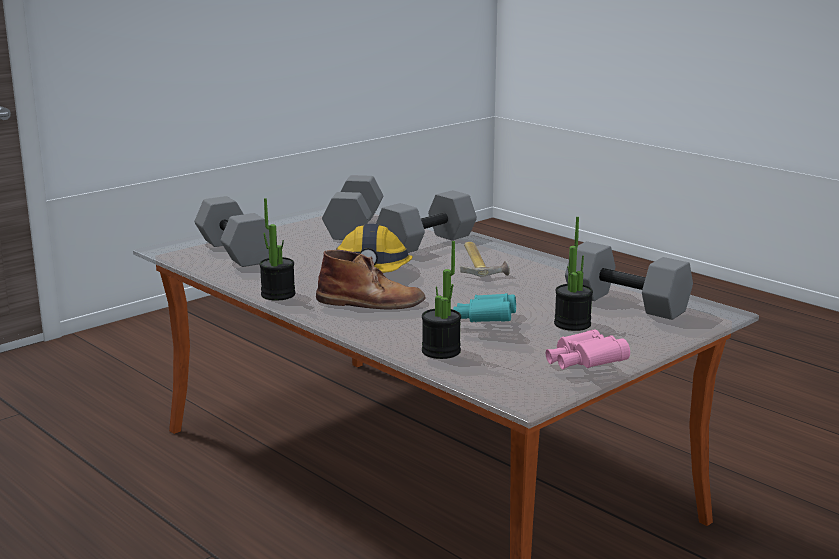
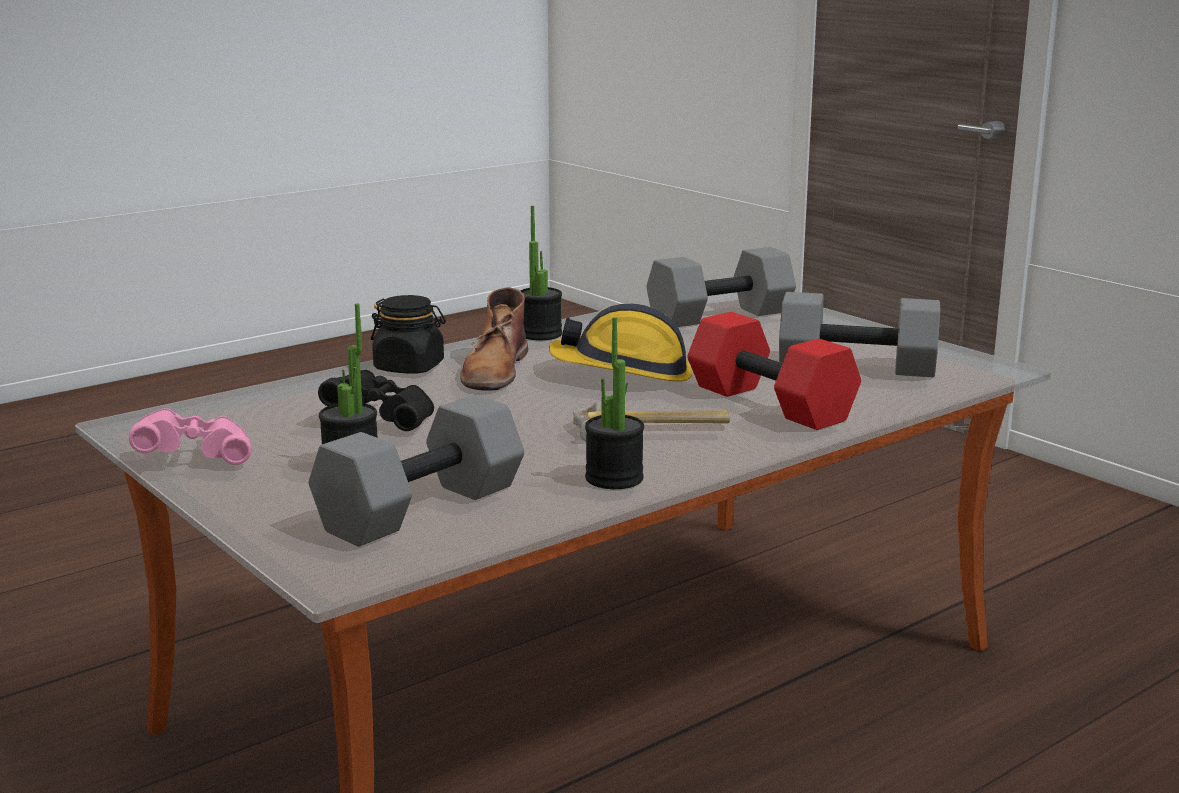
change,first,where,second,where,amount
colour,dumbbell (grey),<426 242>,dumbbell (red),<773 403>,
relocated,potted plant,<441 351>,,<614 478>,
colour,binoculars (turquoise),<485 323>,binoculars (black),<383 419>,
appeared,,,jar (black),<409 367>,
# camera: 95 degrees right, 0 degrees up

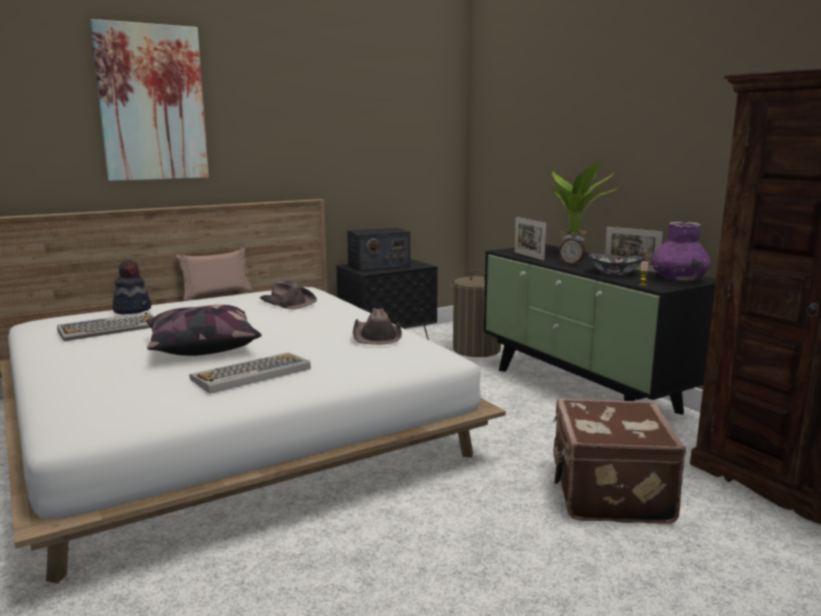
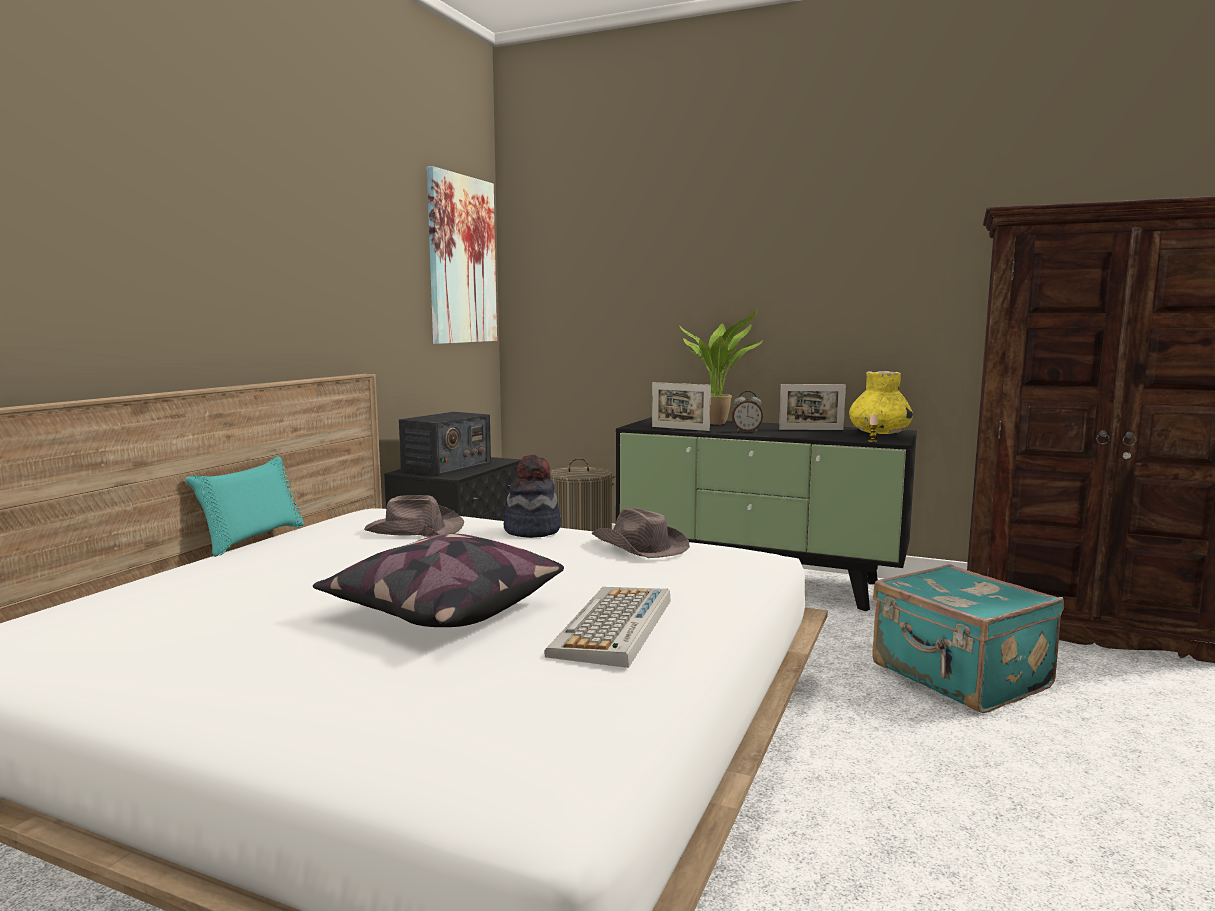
change,first,where,second,where,amount
relocated,picture,<152 103>,,<462 260>,
colour,vase (purple),<678 279>,vase (yellow),<879 433>,
colour,pillow (beige),<216 295>,pillow (turquoise),<252 539>,
missing,bowl,<614 273>,,,
relocated,hat,<133 310>,,<532 530>,
missing,keyboard,<110 328>,,,
colour,suitcase (brown),<608 493>,suitcase (turquoise),<959 677>,
# camera: 35 degrees left, 5 degrees down

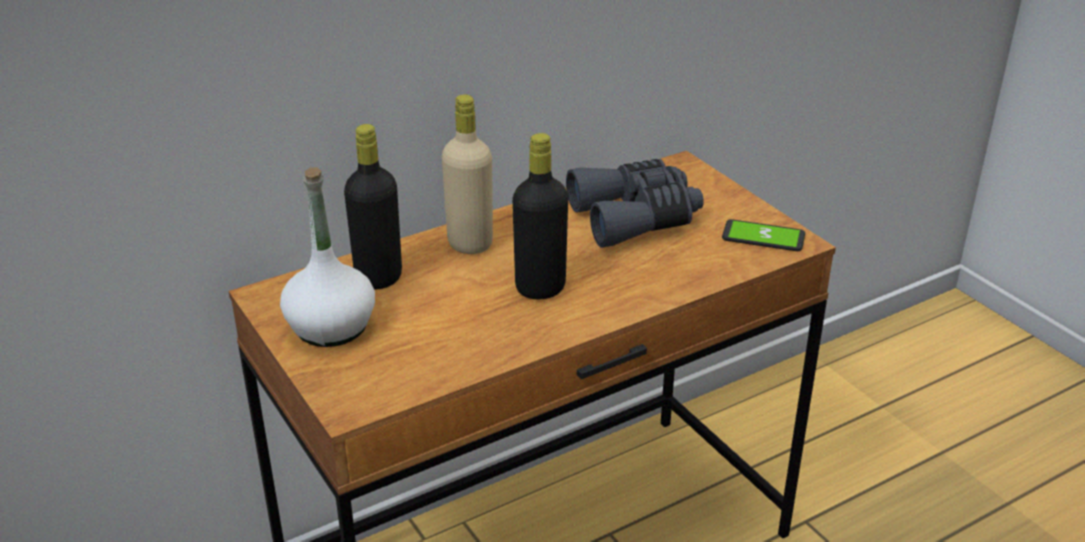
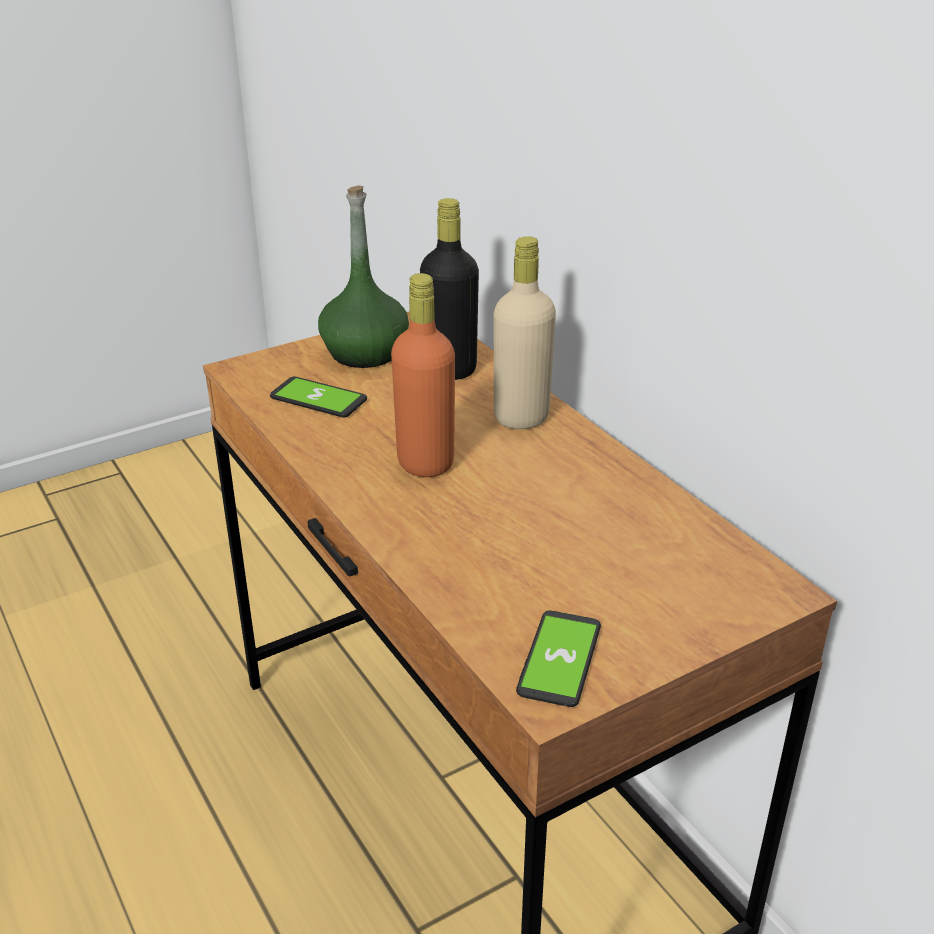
change,first,where,second,where,amount
colour,bottle (black),<540 288>,bottle (orange),<425 463>,
missing,binoculars (grey),<636 217>,,,
colour,bottle (white),<331 327>,bottle (green),<364 353>,
appeared,,,phone,<318 399>,
# camera: 90 degrees right, 0 degrees up

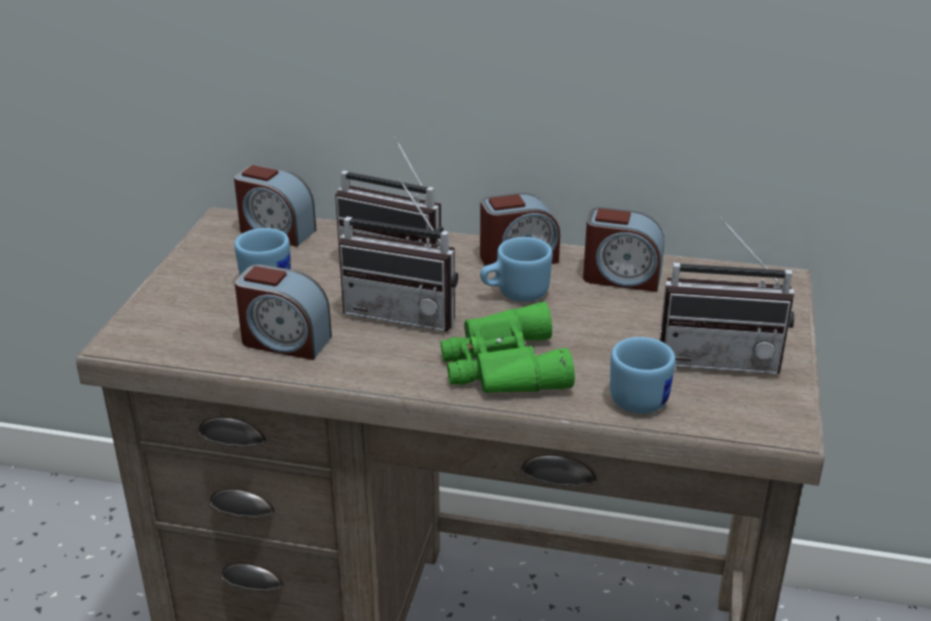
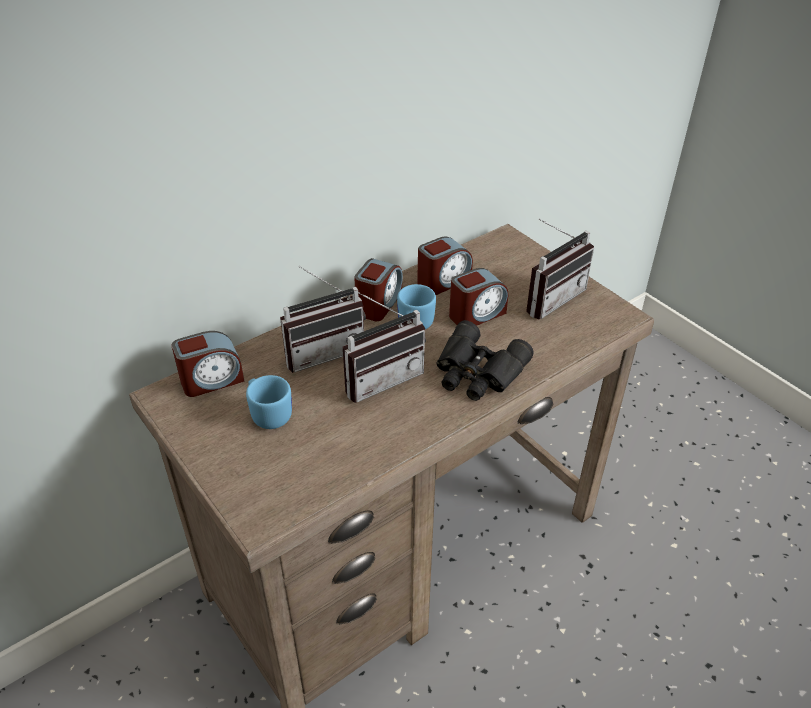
change,first,where,second,where,amount
relocated,alarm clock,<285 341>,,<476 314>,
colour,binoculars (green),<501 366>,binoculars (black),<477 372>,
missing,mug (blue),<640 395>,,,
# camera: 50 degrees left, 10 degrees up

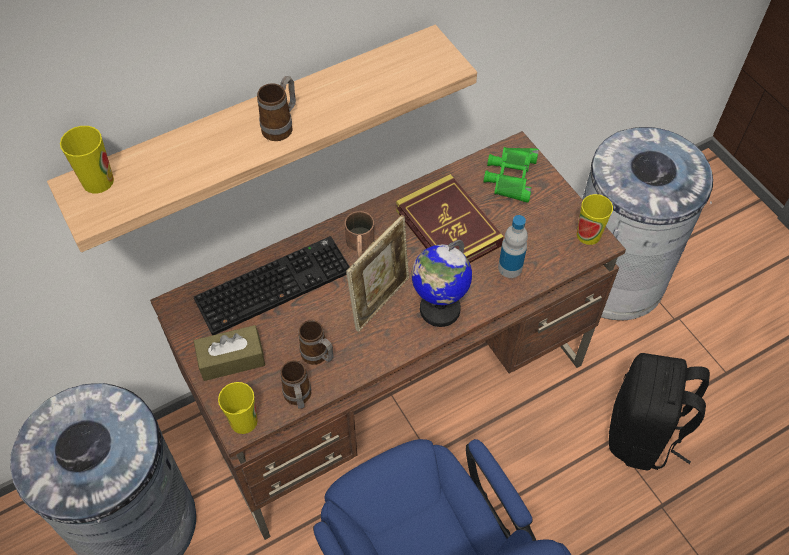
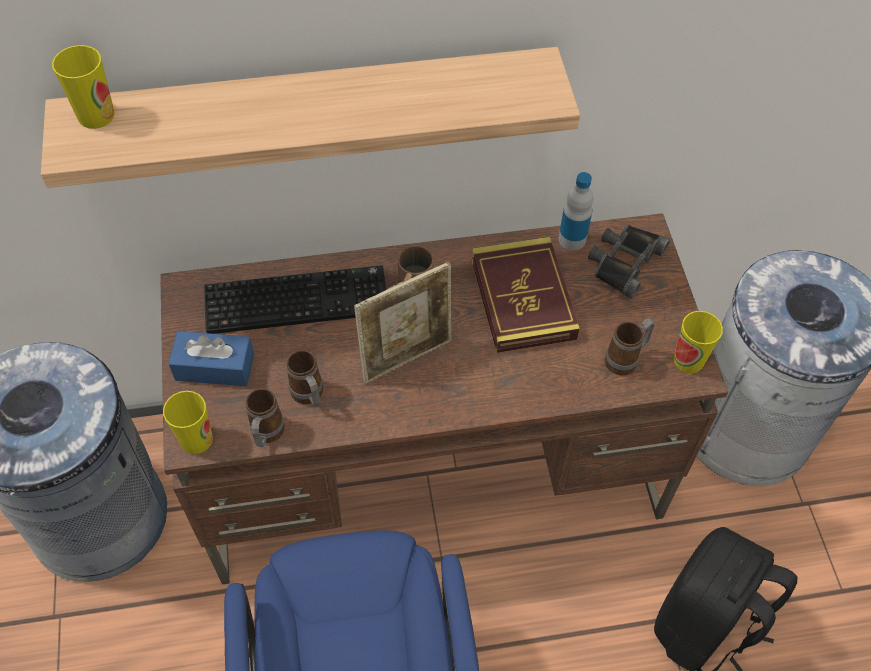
change,first,where,second,where,amount
relocated,mug,<281 126>,,<626 359>,
colour,binoculars (green),<510 176>,binoculars (black),<624 261>,
relocated,bottle,<510 267>,,<572 239>,
missing,globe,<439 309>,,,
colour,tissue box (brown),<231 359>,tissue box (blue),<215 367>,
# camera: 20 degrees right, 0 degrees up

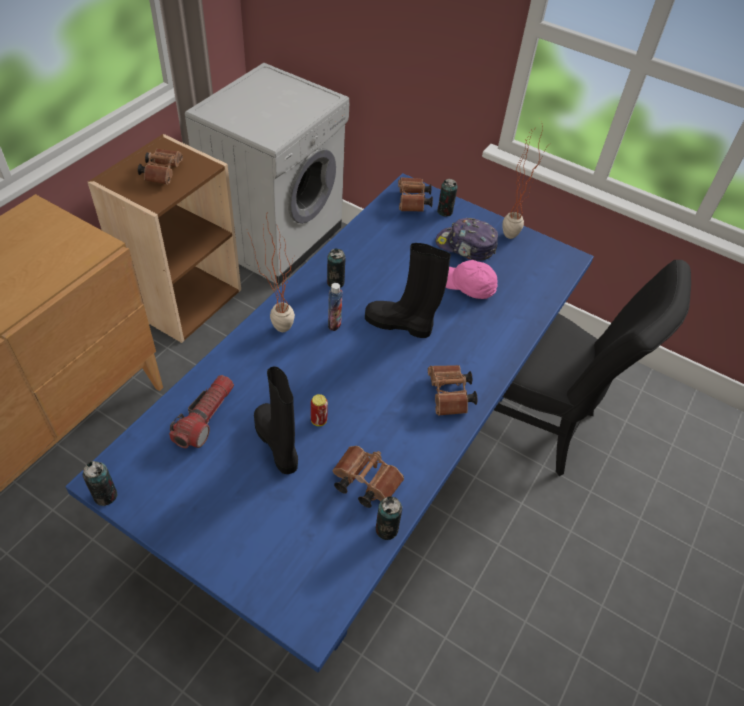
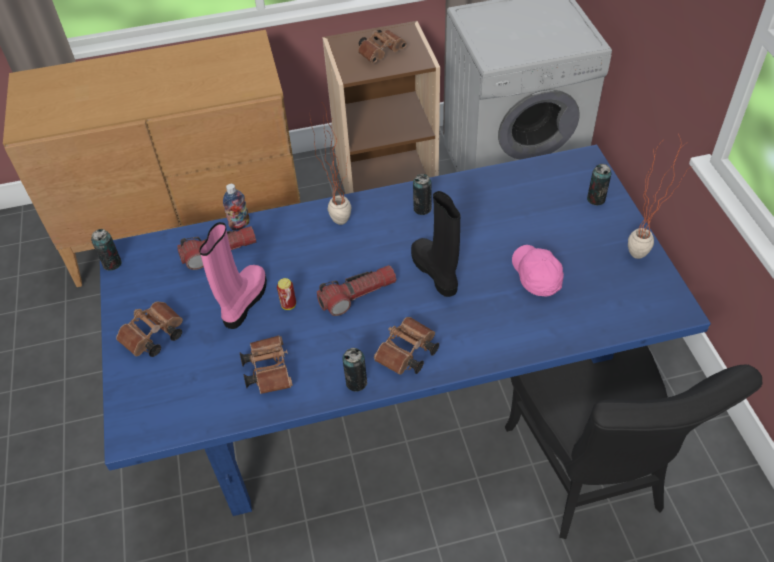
change,first,where,second,where,amount
relocated,binoculars (brown),<412 203>,,<153 338>,
missing,cap,<465 246>,,,
relocated,bottle,<334 323>,,<239 225>,
colour,boot (black),<278 443>,boot (pink),<244 302>,
relocated,can,<386 529>,,<356 382>,
appeared,,,flashlight,<357 295>,
# camera: 50 degrees right, 0 degrees up

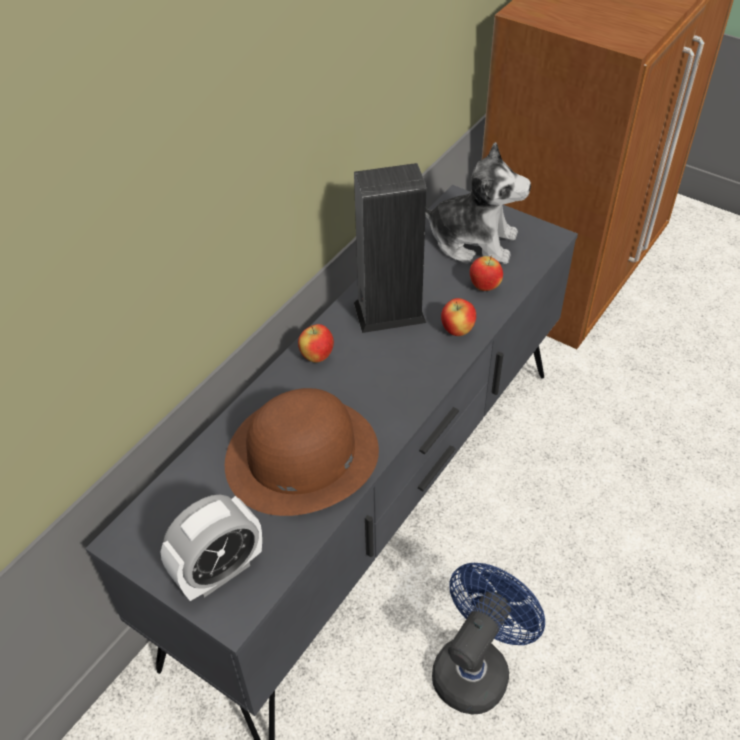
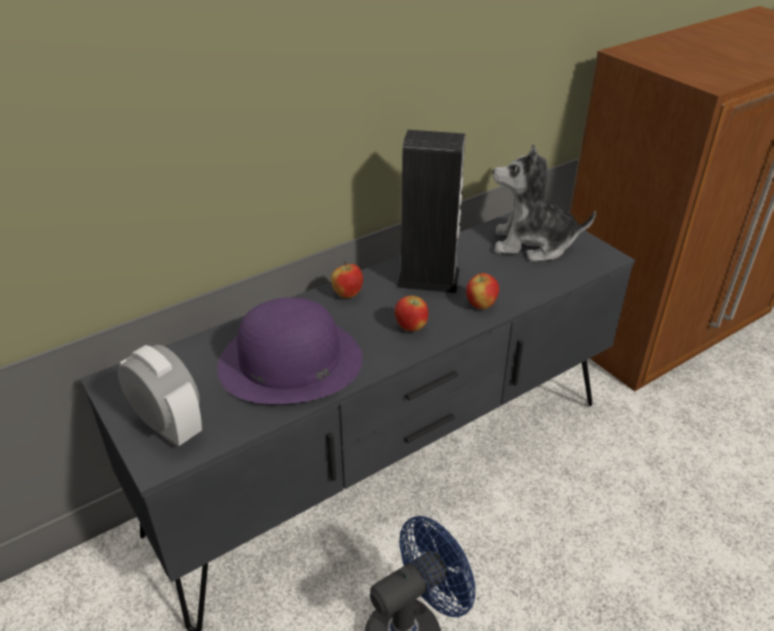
change,first,where,second,where,amount
spun,plush toy,<473 241>,,<532 244>,150 degrees clockwise
relocated,apple,<484 287>,,<411 327>,
colour,hat (brown),<301 456>,hat (purple),<289 362>,
spun,alarm clock,<219 571>,,<168 427>,120 degrees counterclockwise
# camera: 20 degrees right, 10 degrees down

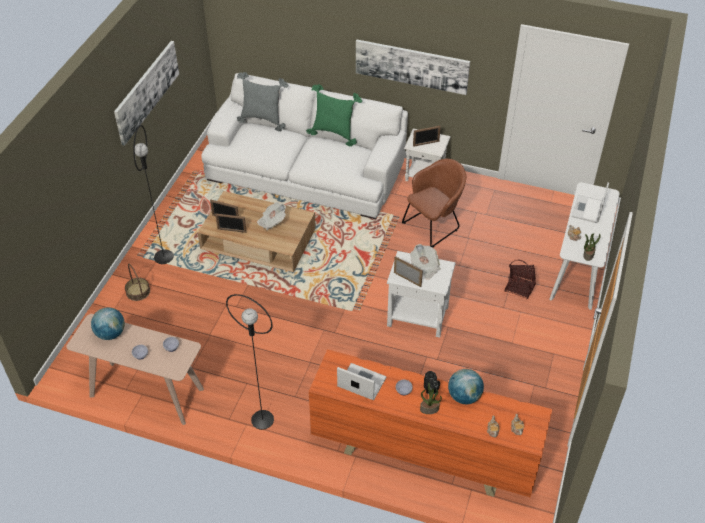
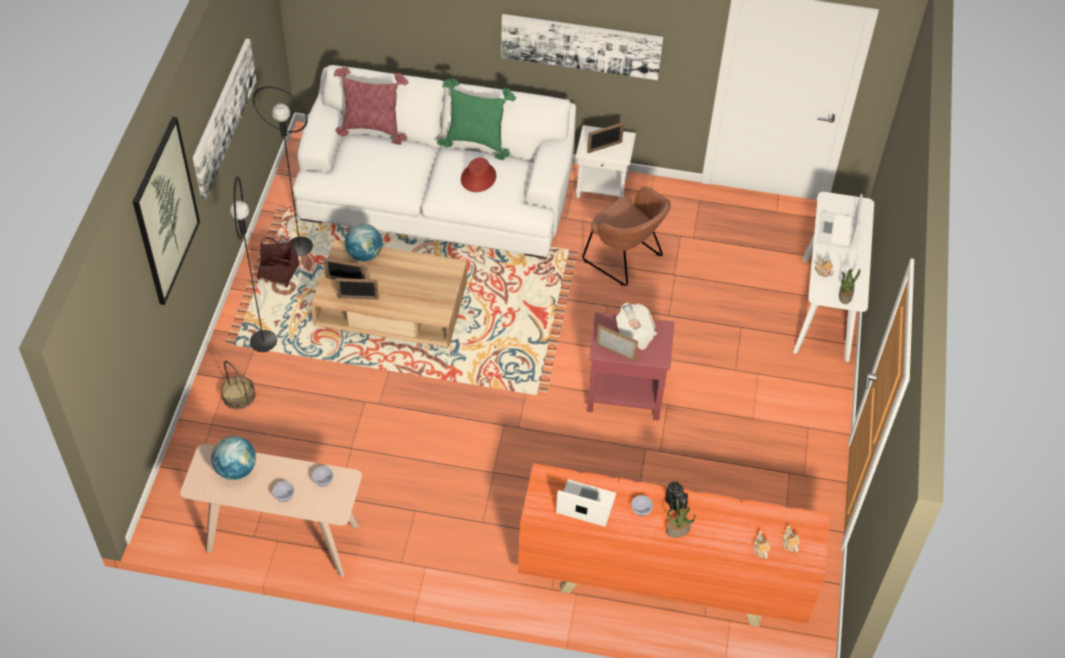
change,first,where,second,where,amount
colour,pillow (grey),<263 122>,pillow (red),<372 132>,
spun,armchair (brown),<433 225>,,<625 260>,90 degrees clockwise
missing,newspaper,<272 221>,,,
colour,side table (white),<418 316>,side table (red),<625 393>,
relocated,basket,<519 287>,,<279 272>,
relocated,floor lamp (black),<262 419>,,<299 246>,
relocated,globe,<464 396>,,<364 254>,
appeared,,,picture,<165 212>,
appeared,,,hat (red),<478 178>,
# camera: 10 degrees left, 5 degrees up

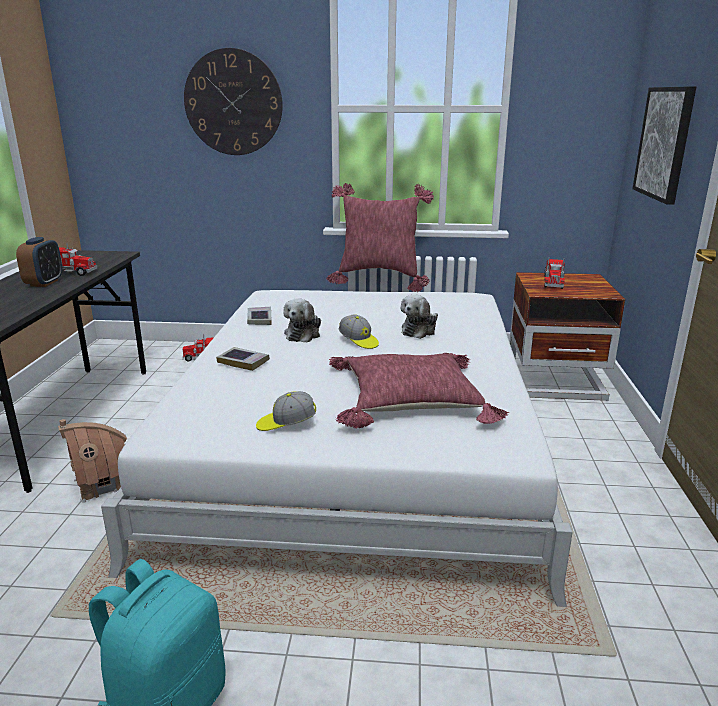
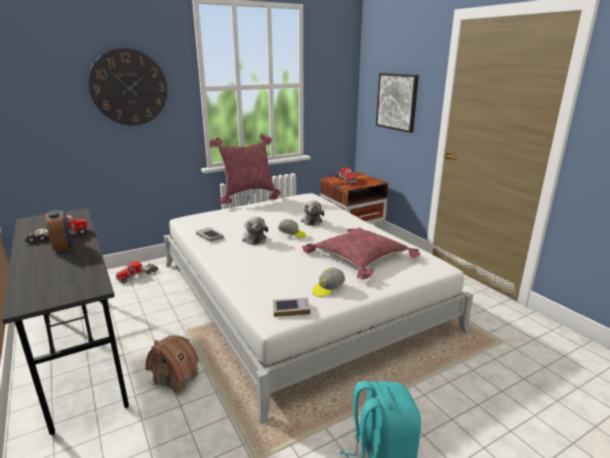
change,first,where,second,where,amount
relocated,book,<243 362>,,<291 309>,
# camera: 35 degrees left, 0 degrees up

